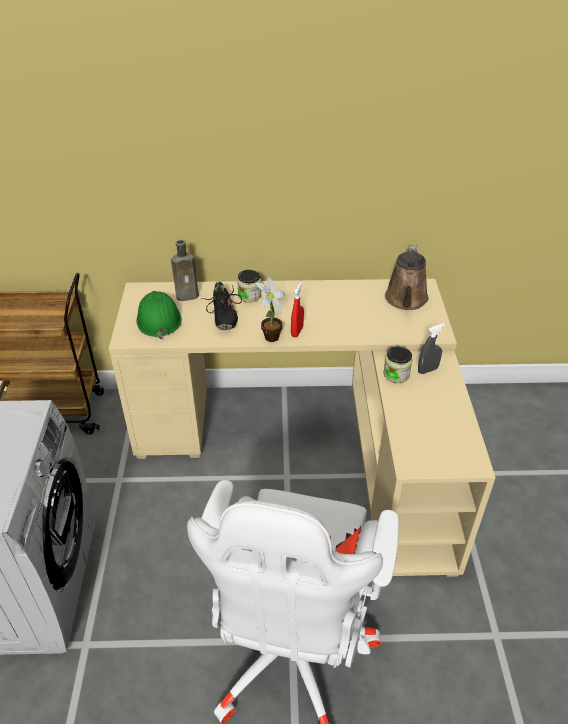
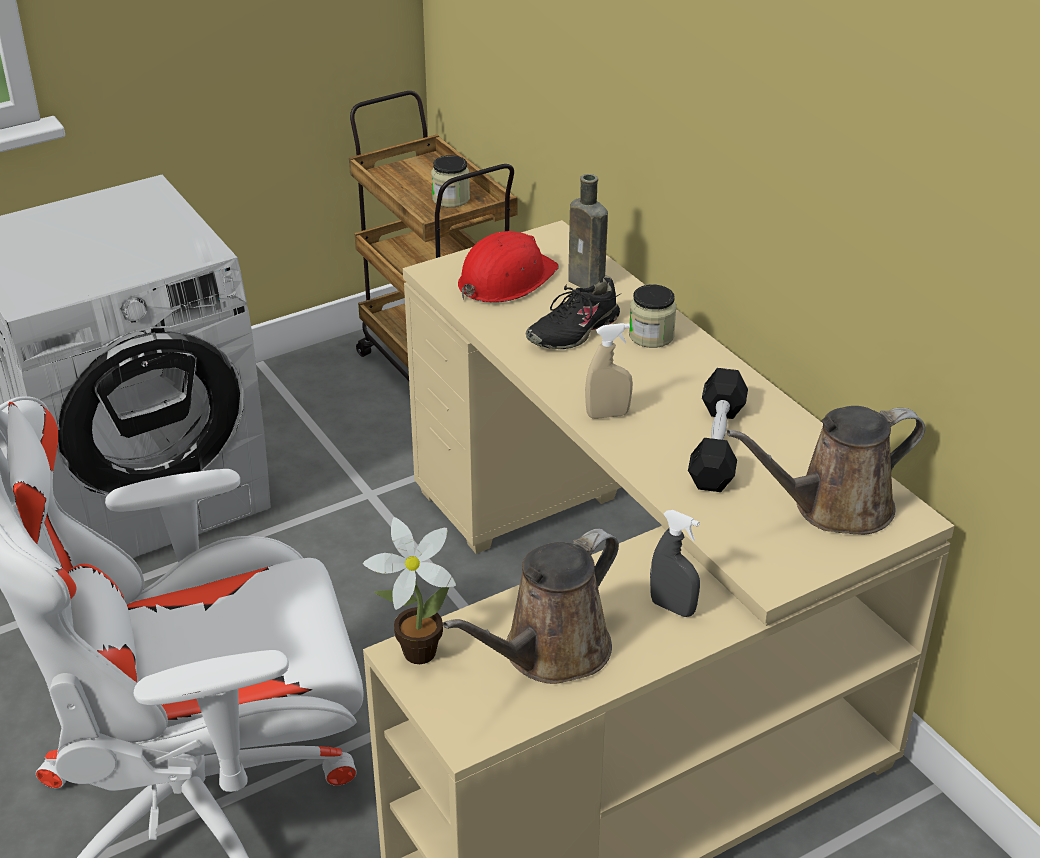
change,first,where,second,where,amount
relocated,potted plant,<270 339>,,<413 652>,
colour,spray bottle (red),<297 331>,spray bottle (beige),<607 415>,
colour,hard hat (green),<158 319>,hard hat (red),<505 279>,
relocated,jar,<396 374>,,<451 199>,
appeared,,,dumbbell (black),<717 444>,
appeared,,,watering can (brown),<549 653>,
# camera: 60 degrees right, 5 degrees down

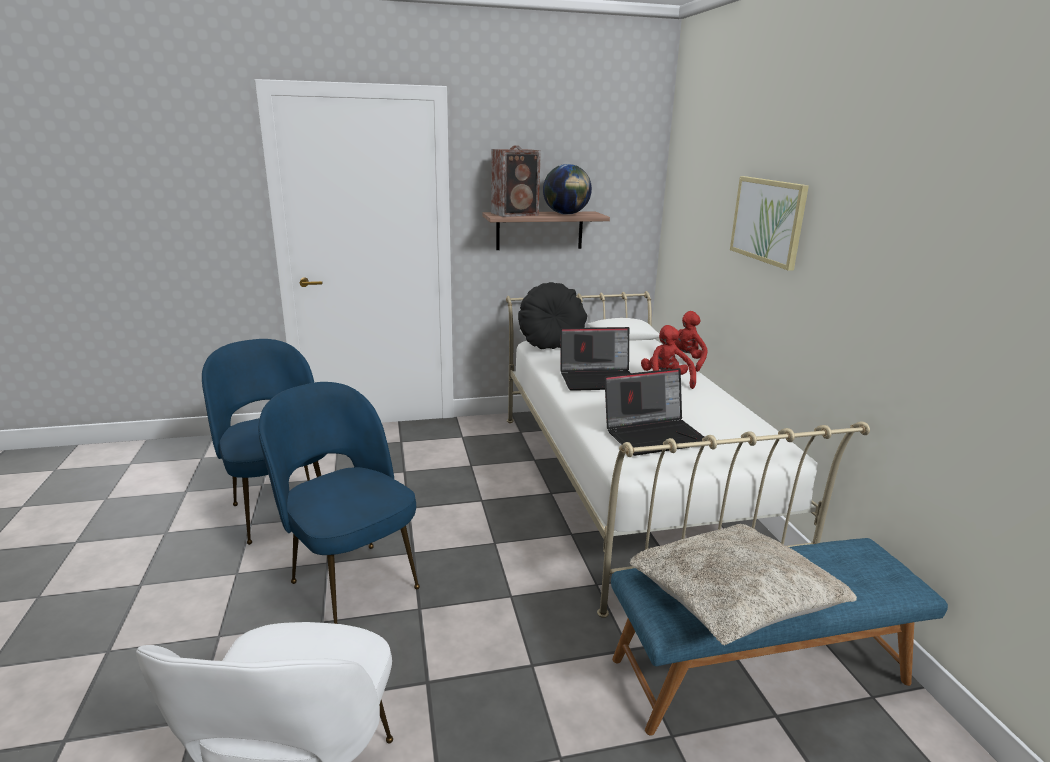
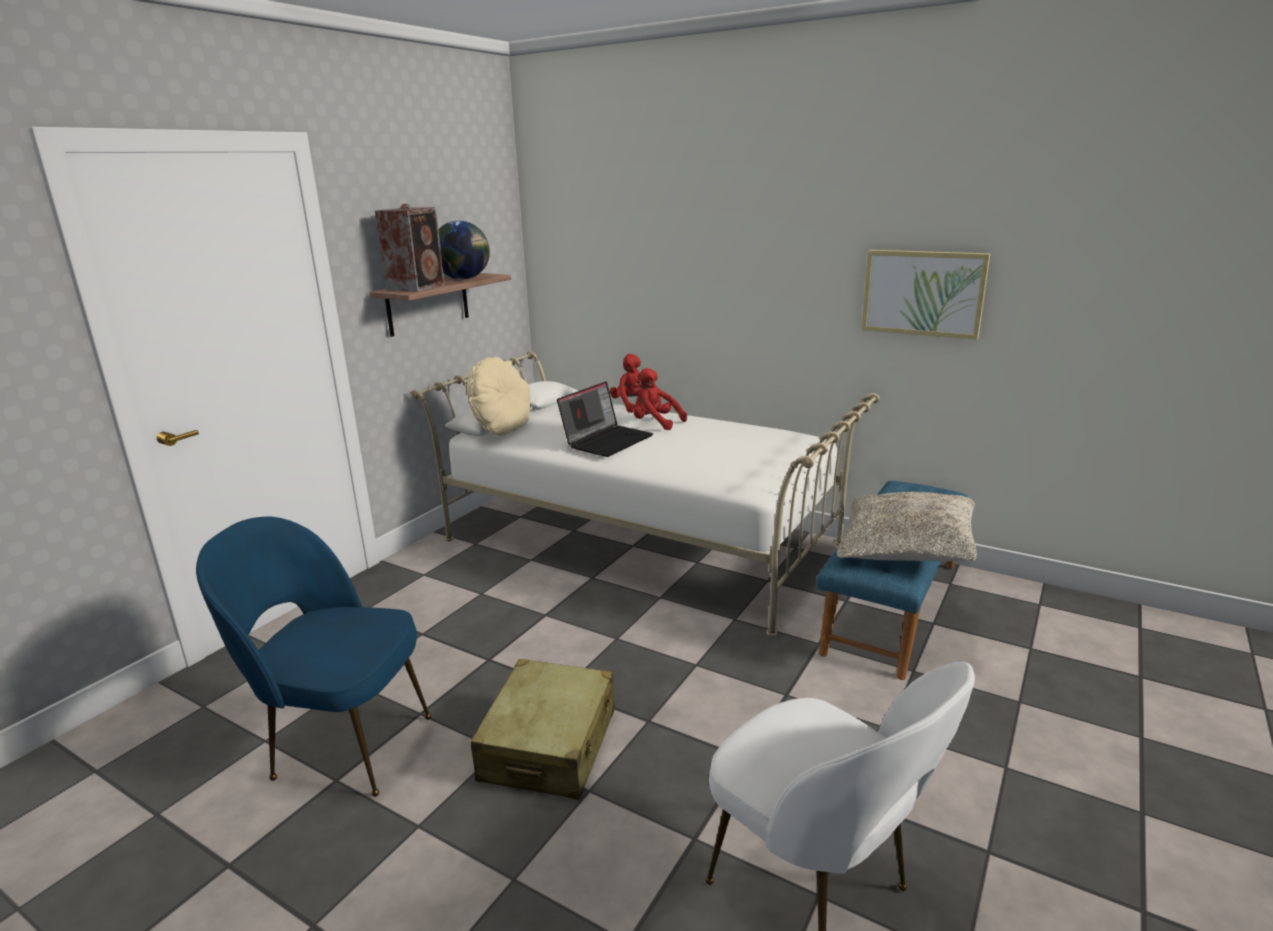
change,first,where,second,where,amount
relocated,picture,<768 220>,,<923 293>,
colour,pillow (black),<551 346>,pillow (beige),<502 430>,
missing,laptop,<655 435>,,,
exchanged,chair (blue),<350 580>,suitcase (beige),<549 745>,
# camera: 45 degrees left, 0 degrees up

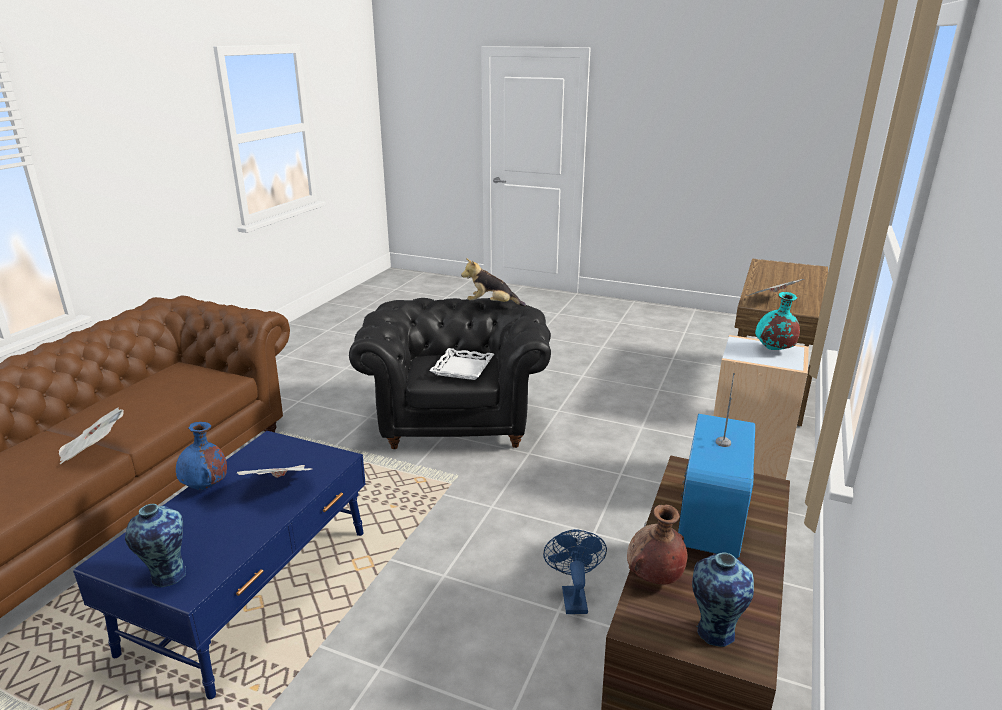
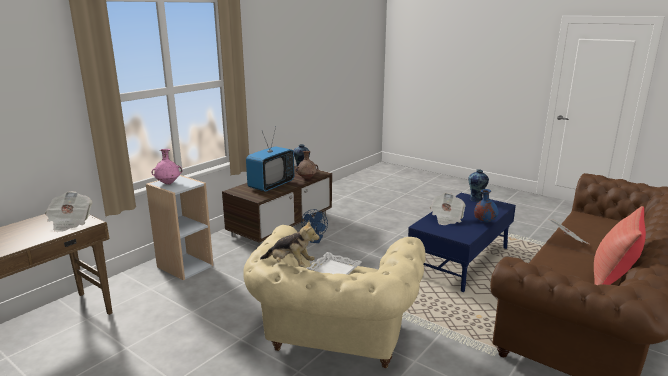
change,first,where,second,where,amount
colour,vase (turquoise),<773 350>,vase (pink),<168 183>,
colour,armchair (black),<456 420>,armchair (beige),<334 343>,
appeared,,,pillow (red),<612 279>,
# camera: 165 degrees left, 5 degrees down

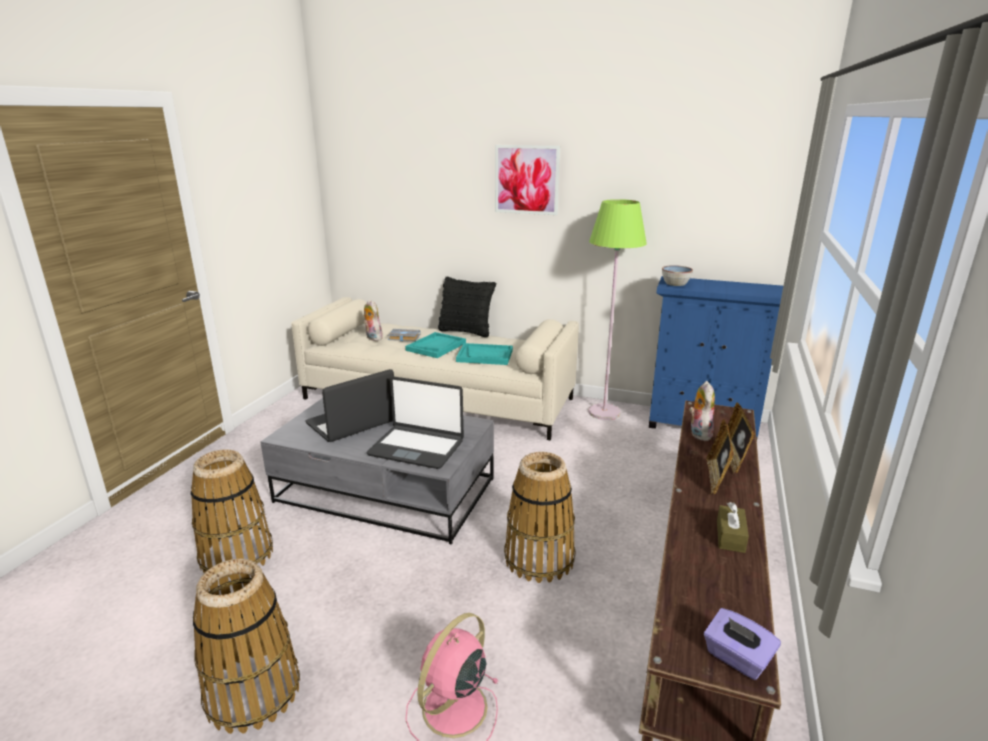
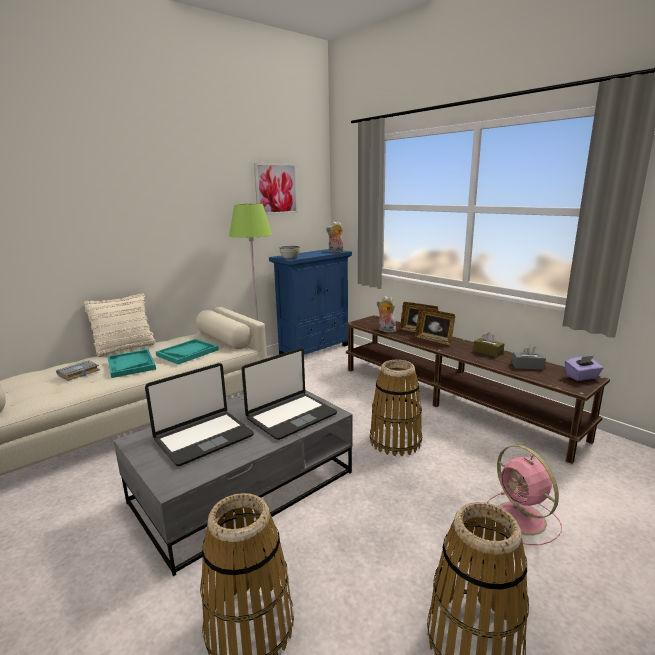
change,first,where,second,where,amount
relocated,picture,<527 179>,,<276 189>,
colour,pillow (black),<466 332>,pillow (beige),<125 348>,
relocated,plush toy,<372 338>,,<335 252>,
spun,laptop,<352 423>,,<203 438>,120 degrees counterclockwise
appeared,,,tissue box (grey),<527 366>,
# camera: 60 degrees left, 5 degrees down

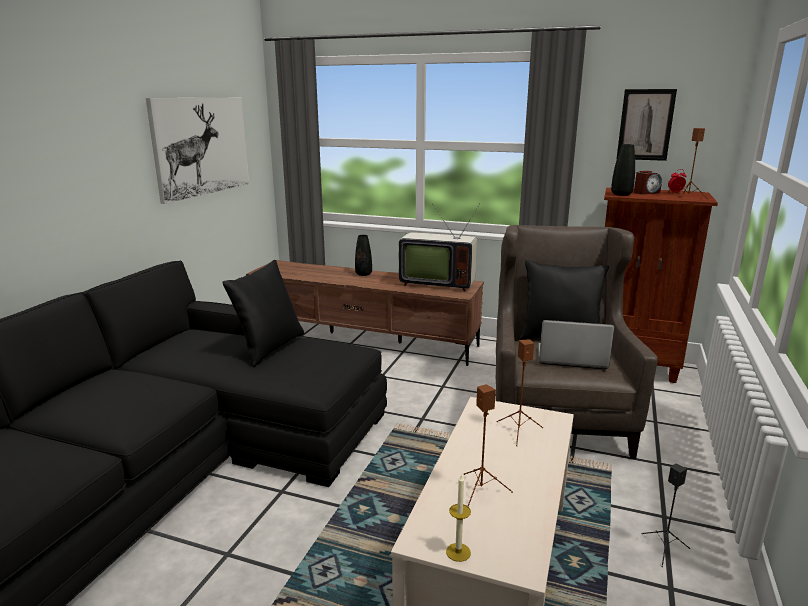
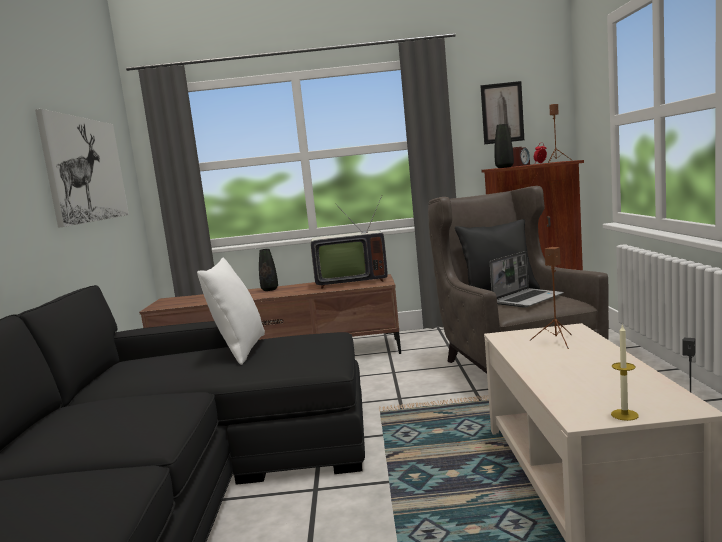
change,first,where,second,where,amount
colour,pillow (black),<269 348>,pillow (white),<239 350>,
spun,laptop,<570 358>,,<527 299>,150 degrees clockwise
missing,speaker (brown),<481 491>,,,
# camera: 20 degrees left, 10 degrees down

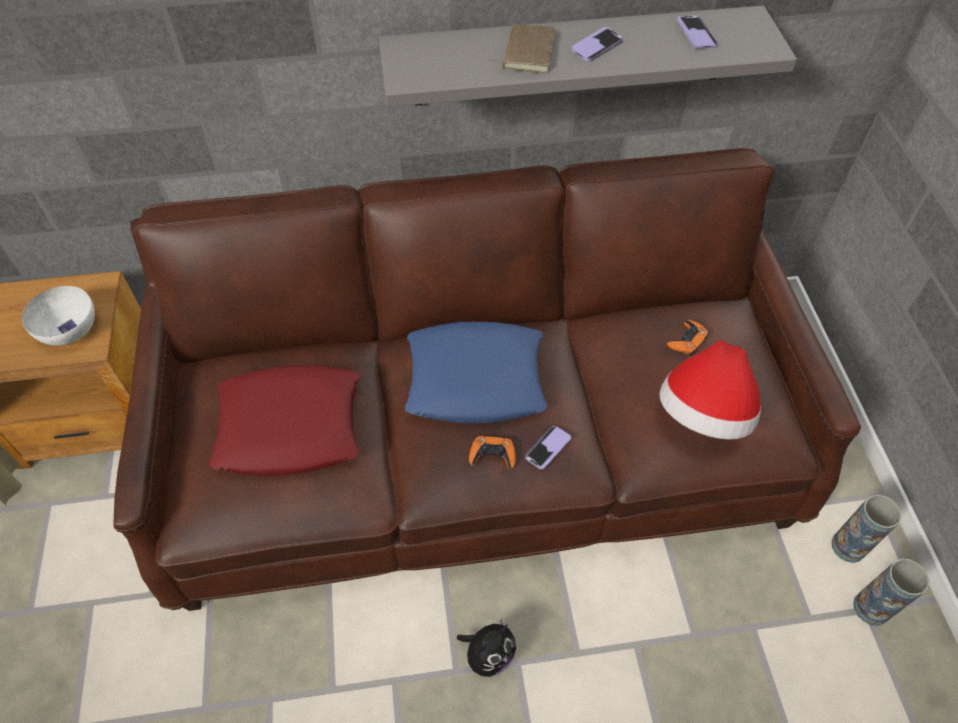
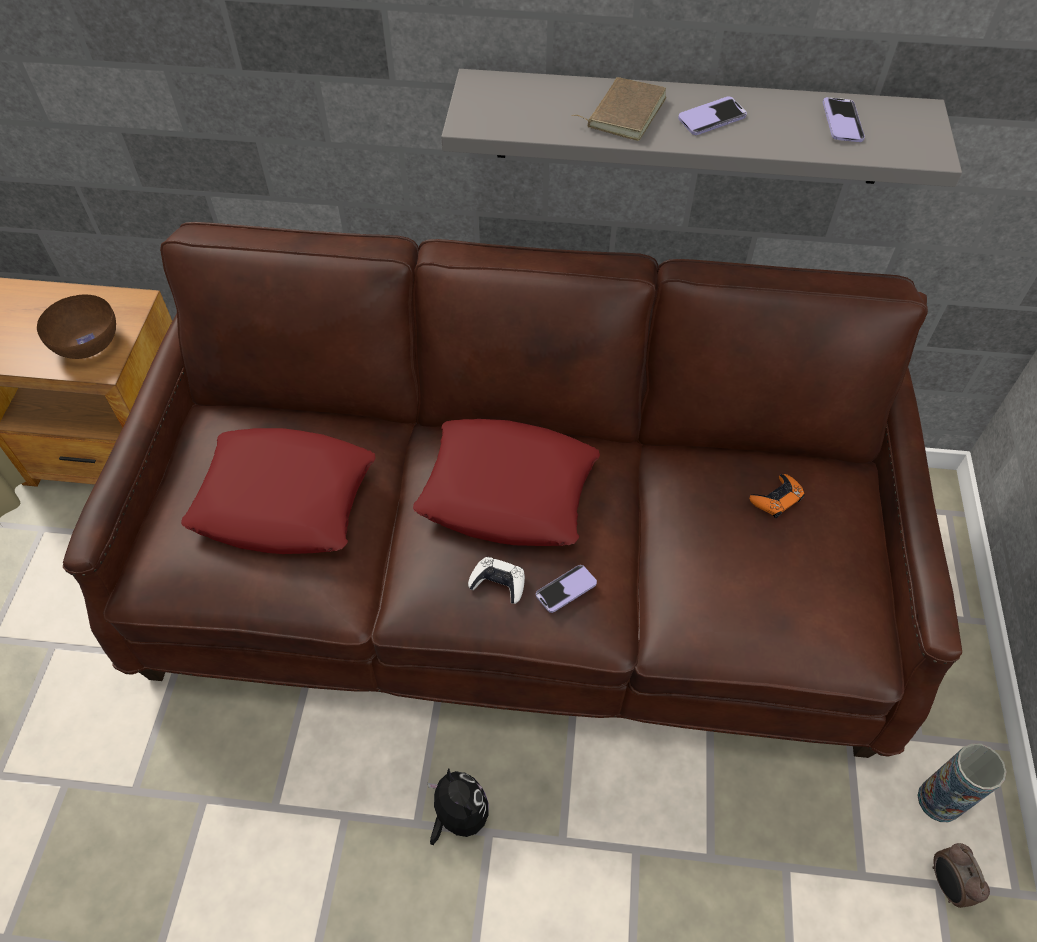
change,first,where,second,where,amount
colour,bowl (white),<68 329>,bowl (brown),<86 343>,
colour,pillow (blue),<476 379>,pillow (red),<508 491>,
missing,hat,<704 414>,,,
colour,game controller (orange),<492 455>,game controller (white),<498 583>,
exchanged,vase,<871 608>,alarm clock,<946 884>,
spun,plush toy,<488 655>,,<458 815>,90 degrees counterclockwise
# camera: 15 degrees right, 0 degrees up

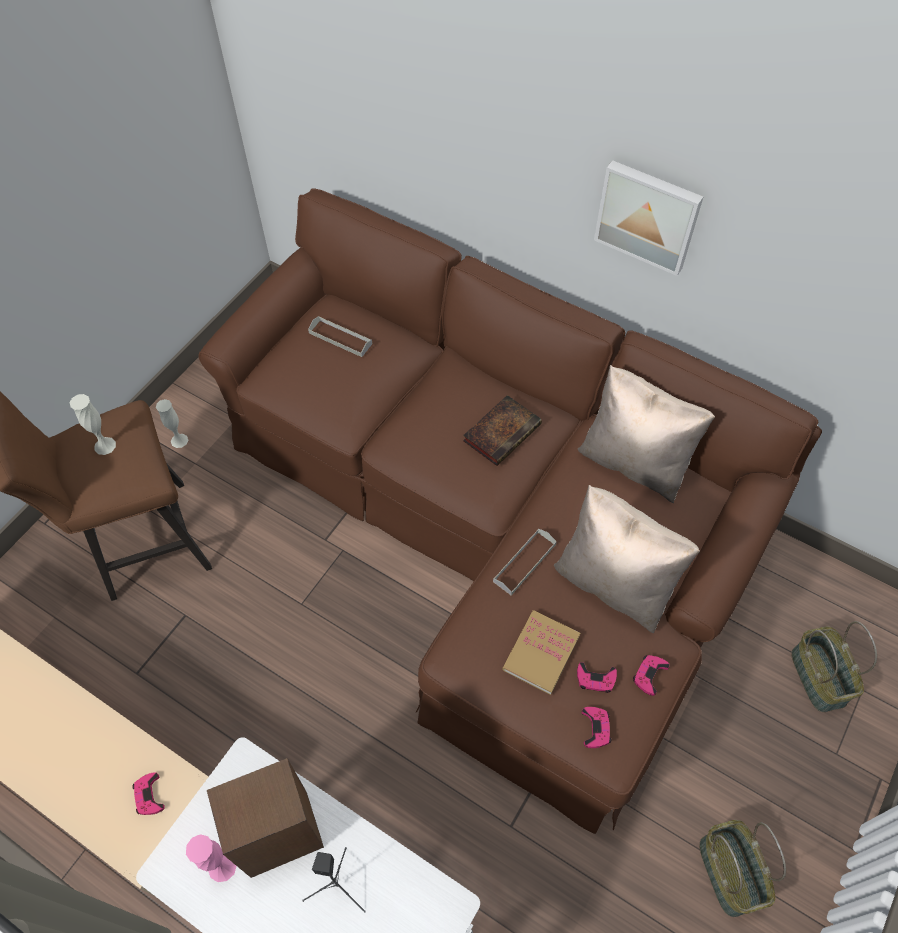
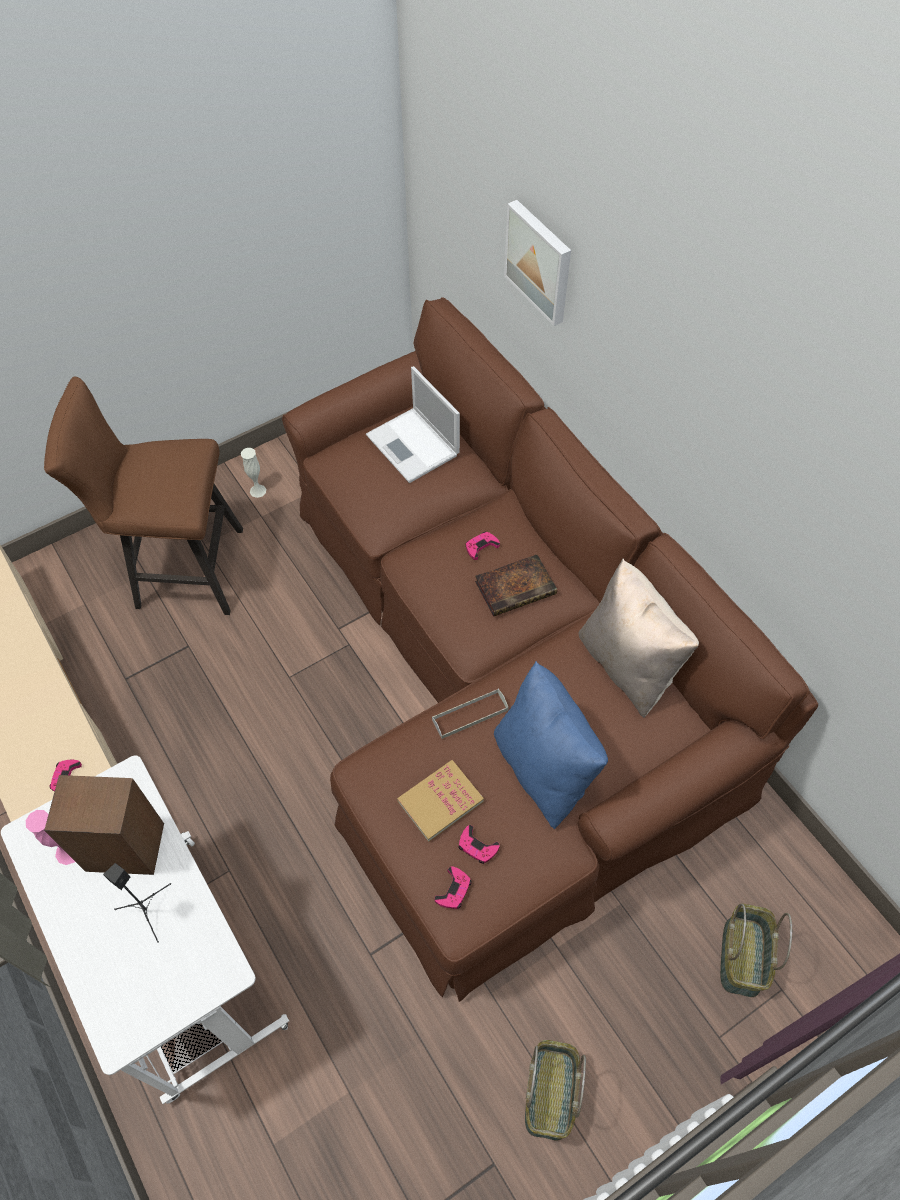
change,first,where,second,where,amount
relocated,picture,<648 216>,,<540 261>,
exchanged,tray (grey),<340 338>,laptop,<414 446>,
missing,vase (white),<105 446>,,,
colour,pillow (beige),<614 582>,pillow (blue),<544 767>,
relocated,game controller (pink),<649 675>,,<481 546>,
# camera: 25 degrees right, 0 degrees up

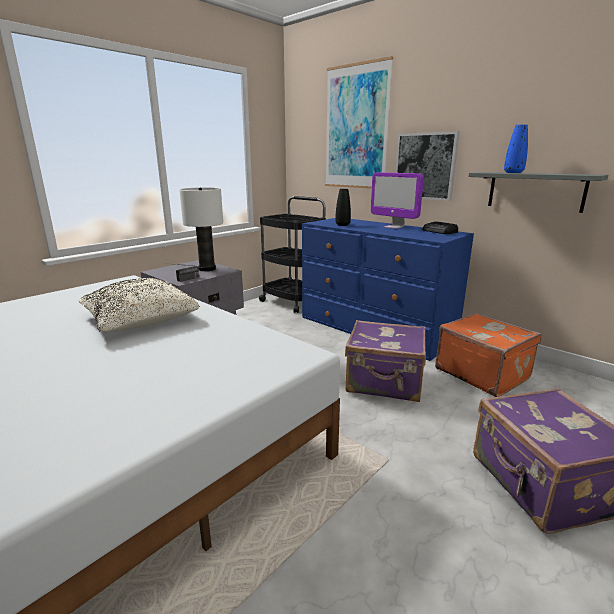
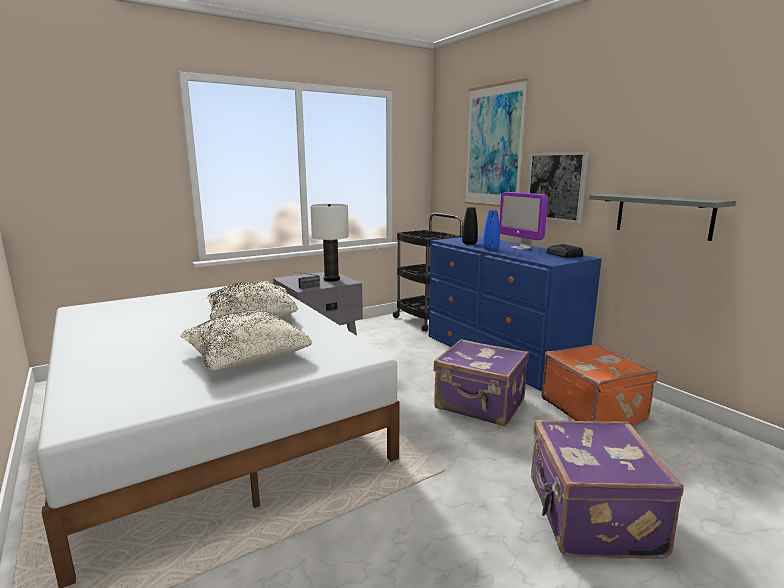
change,first,where,second,where,amount
relocated,vase (blue),<513 172>,,<490 249>,
appeared,,,pillow (beige),<248 354>,
# camera: 15 degrees right, 5 degrees down

